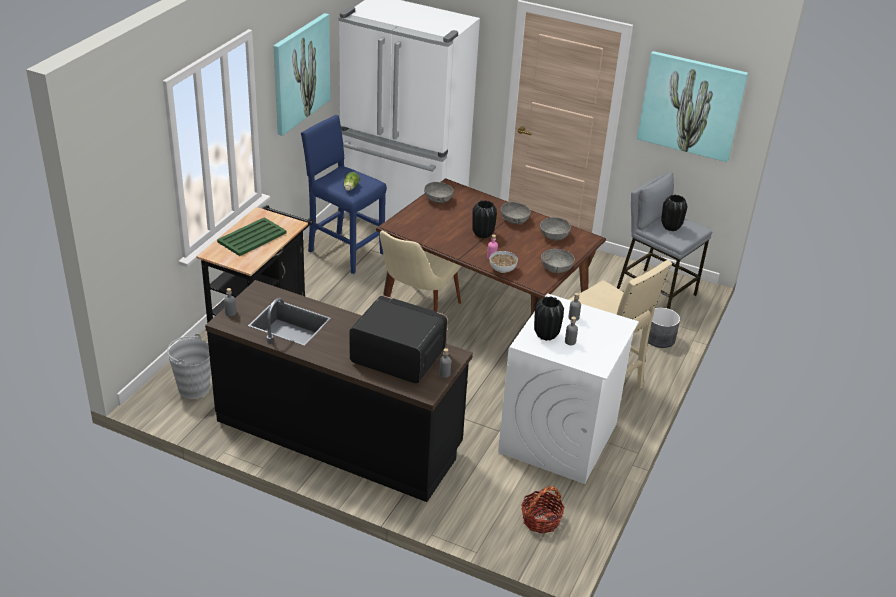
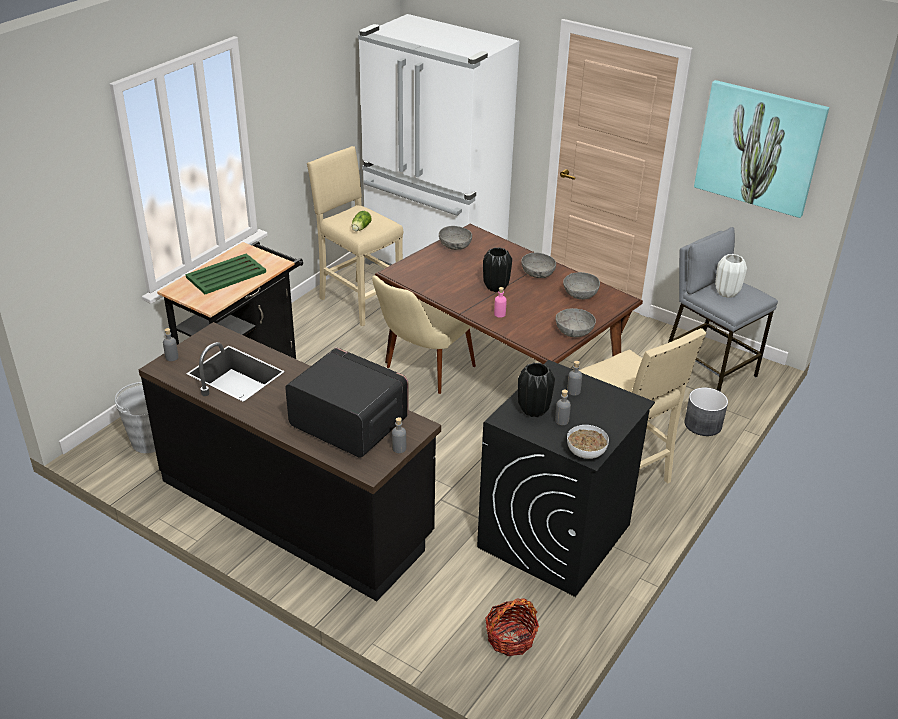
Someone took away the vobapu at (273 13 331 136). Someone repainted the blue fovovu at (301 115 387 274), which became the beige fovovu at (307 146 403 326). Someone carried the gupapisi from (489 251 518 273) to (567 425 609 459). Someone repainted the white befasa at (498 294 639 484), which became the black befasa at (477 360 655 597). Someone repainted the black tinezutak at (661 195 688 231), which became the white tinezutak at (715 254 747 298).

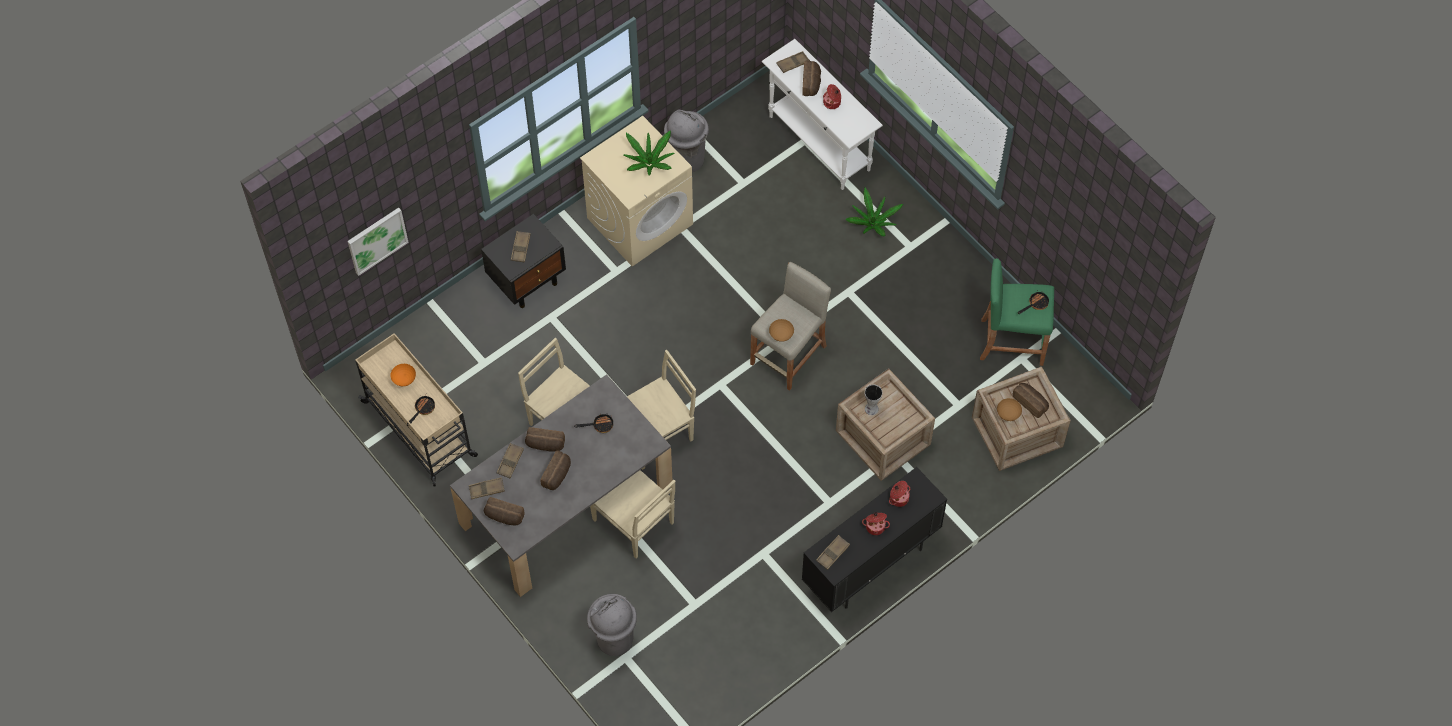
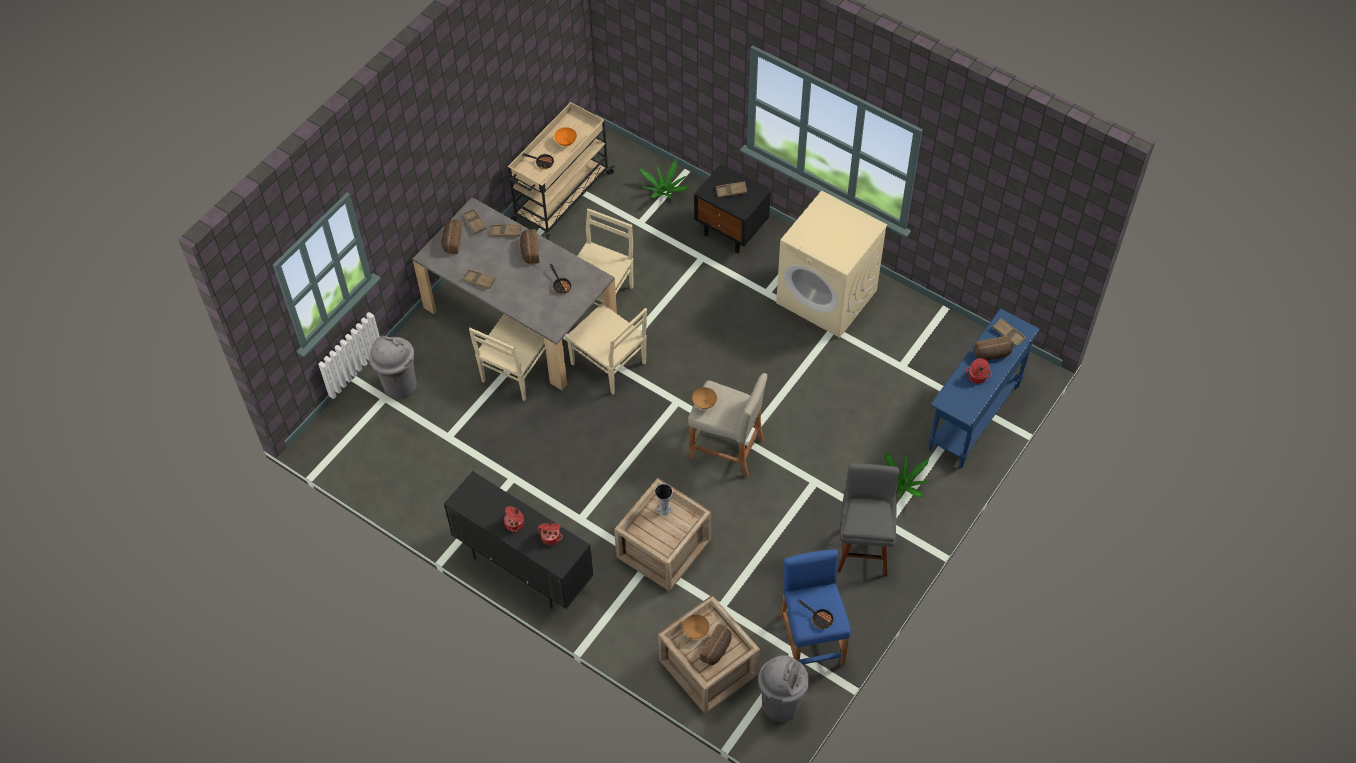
Someone took away the vobapu at (348 207 409 276). Someone took away the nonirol at (540 450 571 490). Someone carried the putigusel from (624 131 674 176) to (639 159 689 199). Someone carried the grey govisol from (664 110 709 172) to (758 655 809 722). Someone repainted the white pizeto at (762 39 883 190), which became the blue pizeto at (929 308 1040 468). Someone carried the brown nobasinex from (816 535 850 570) to (462 269 496 289). Someone repainted the green fovovu at (980 258 1054 366), which became the blue fovovu at (780 549 851 666). Someone put down the grey fovovu at (837 463 899 577).

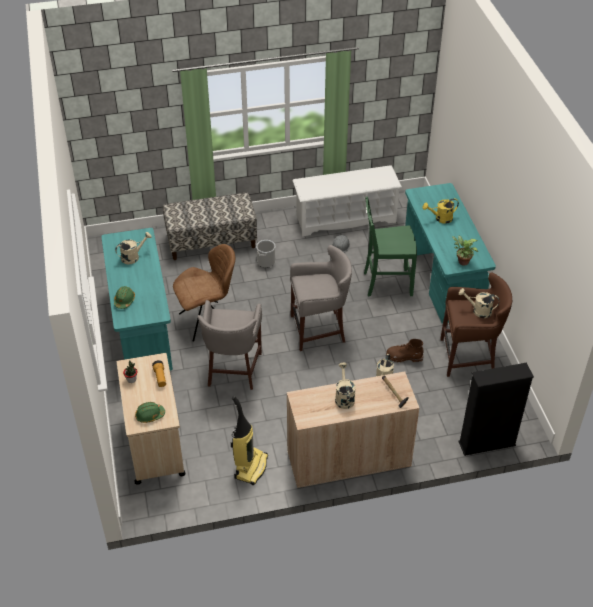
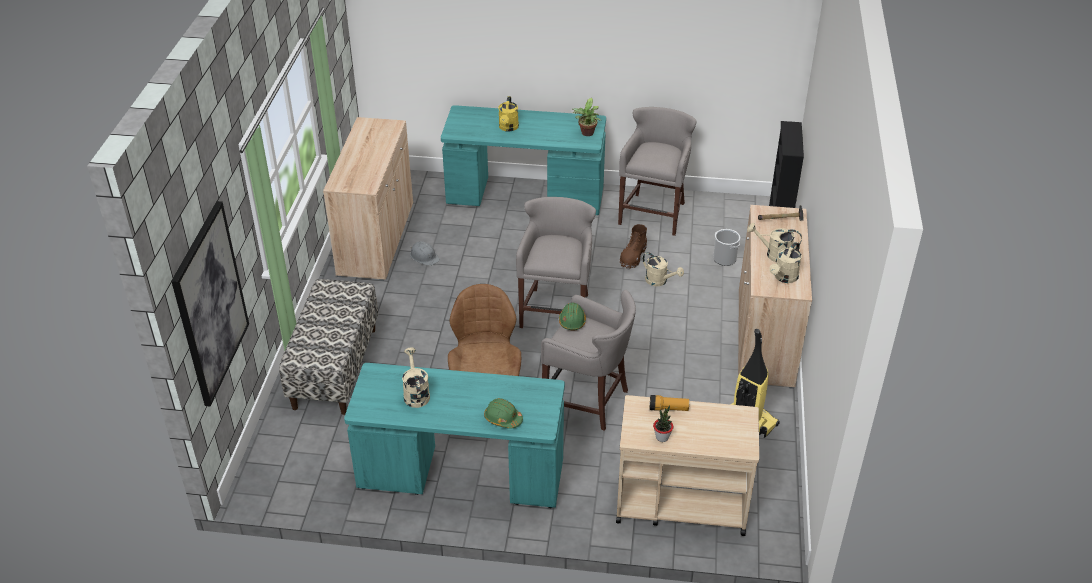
Someone carried the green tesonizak from (135 402 165 423) to (559 303 586 331). Someone carried the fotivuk from (256 240 275 268) to (713 229 740 266). Someone swapped the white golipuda at (292 165 402 237) for the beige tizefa at (323 117 413 281). Someone took away the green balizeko at (364 197 417 296). Someone repainted the brown fovovu at (440 272 512 377), which became the grey fovovu at (618 107 697 236). Someone carried the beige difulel from (459 288 499 318) to (769 242 802 283). Someone put up the vobapu at (171 201 249 407).

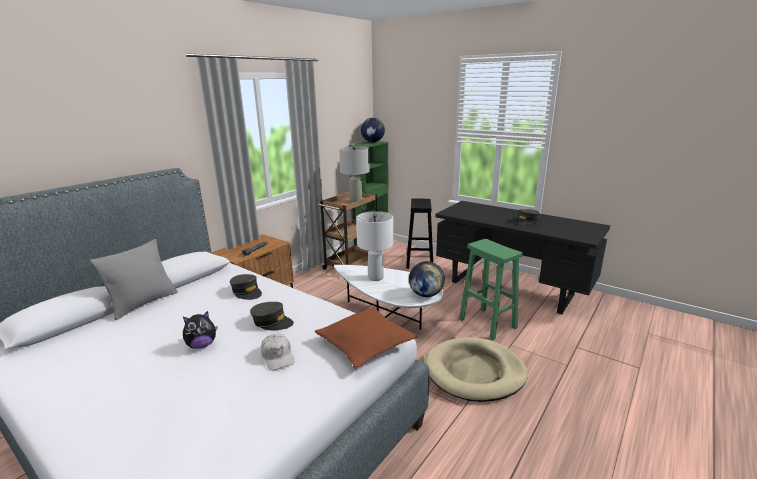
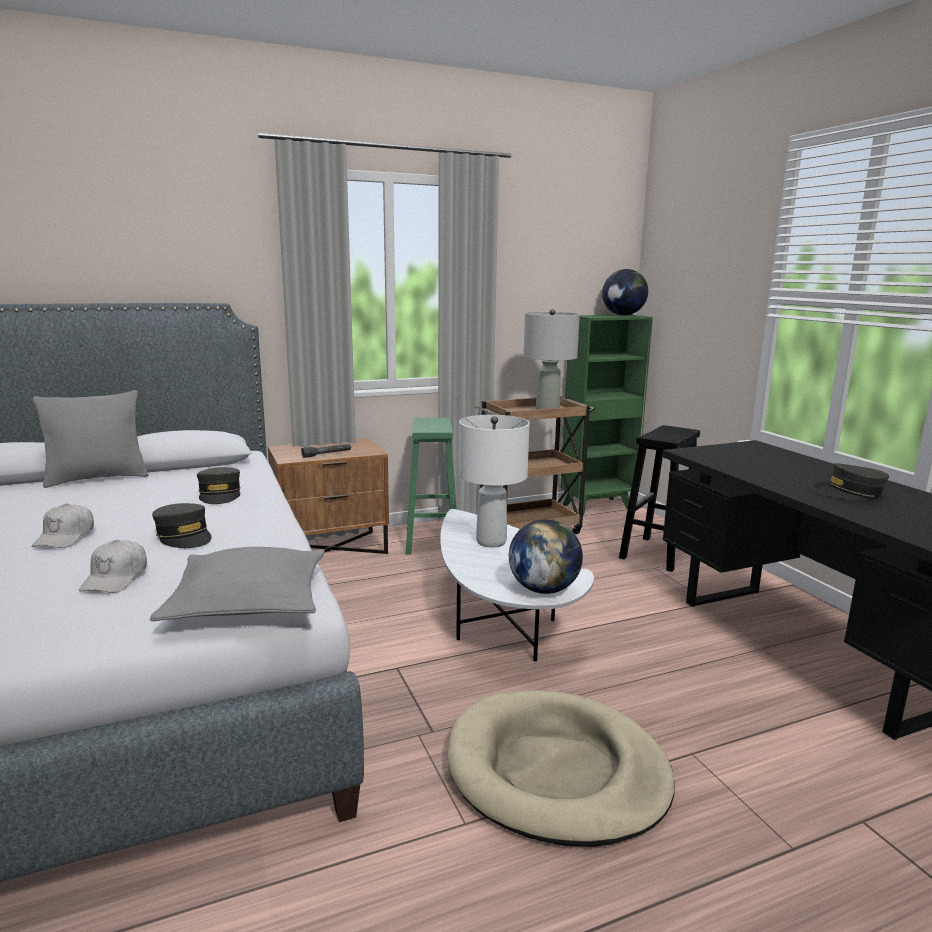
Someone swapped the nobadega at (183 311 218 349) for the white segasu at (31 503 94 548). Someone repainted the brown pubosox at (315 307 418 369), which became the grey pubosox at (150 547 325 621). Someone carried the green fovovu from (459 239 523 340) to (405 418 457 554).

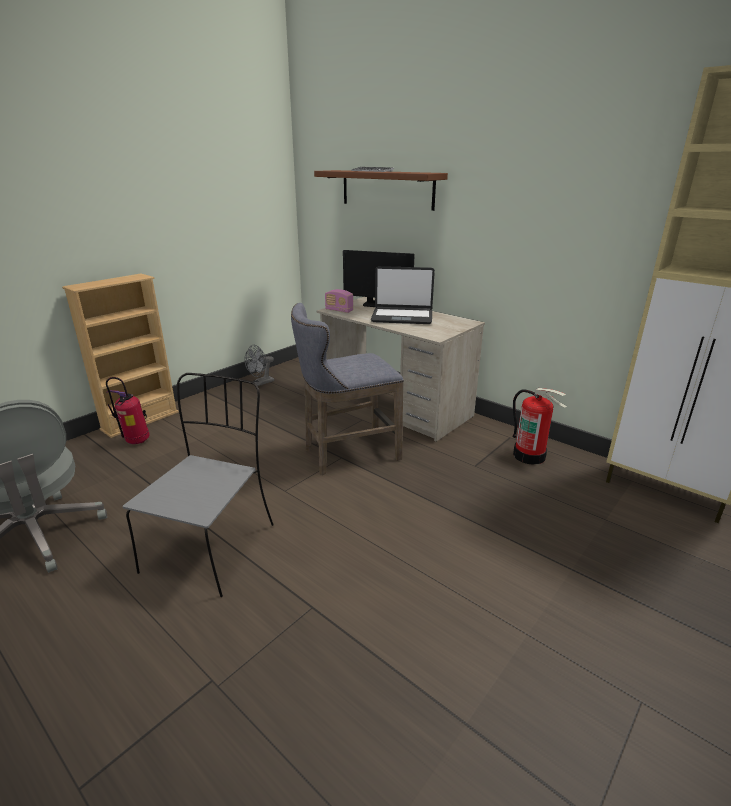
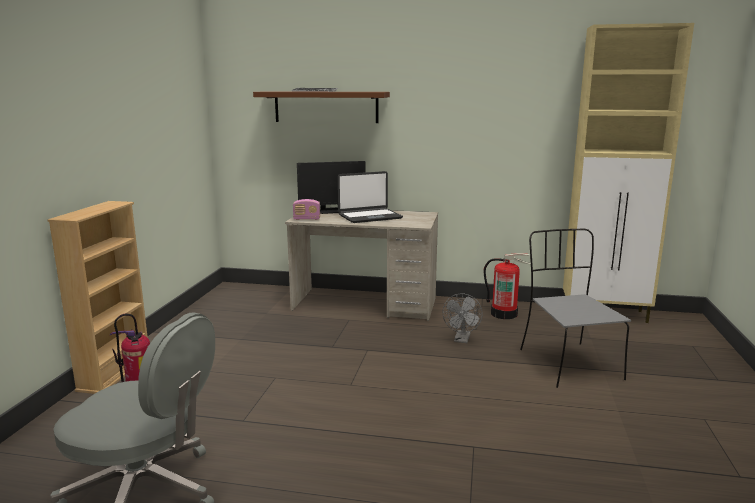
Someone carried the grey balizeko from (123 373 274 597) to (520 229 631 388). Someone carried the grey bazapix from (245 345 274 386) to (443 294 483 343). Someone took away the grey fovovu at (291 303 404 475).

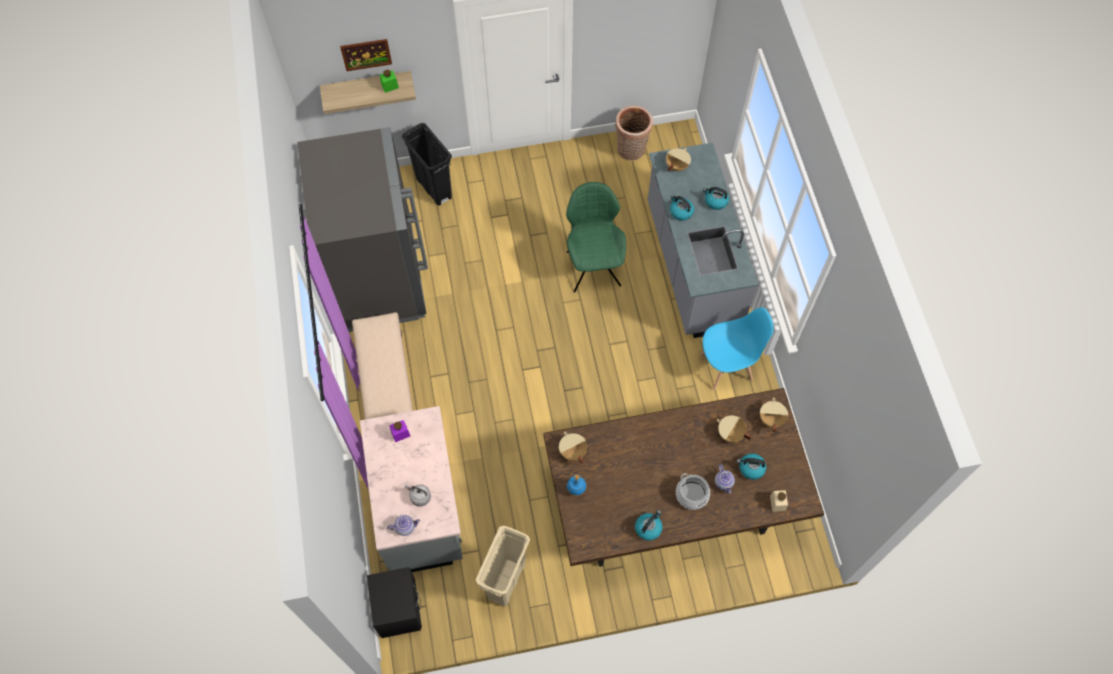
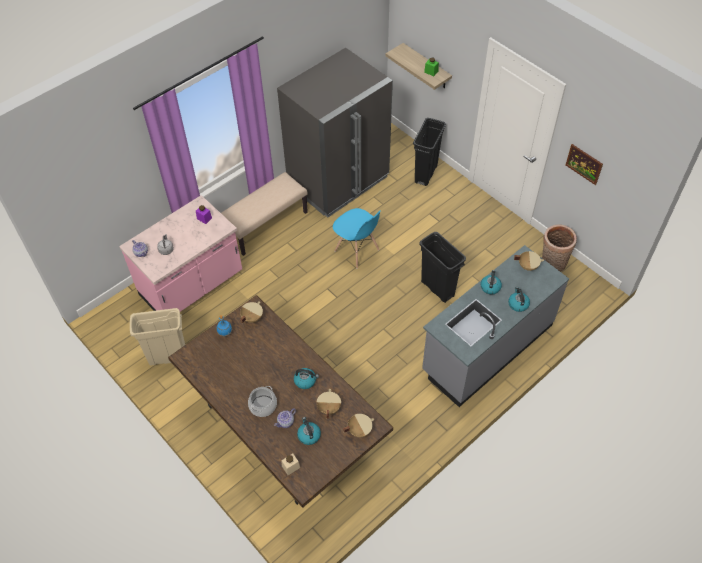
Someone carried the vobapu from (340 39 392 71) to (566 144 603 185). Someone repainted the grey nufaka at (360 406 463 572), which became the pink nufaka at (119 195 242 312). Someone took away the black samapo at (367 567 422 638). Someone swapped the green balizeko at (566 182 626 293) for the black govisol at (419 232 466 303). Someone carried the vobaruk from (635 510 662 540) to (294 368 319 389). Someone carried the blue balizeko from (700 307 774 390) to (333 208 381 269).

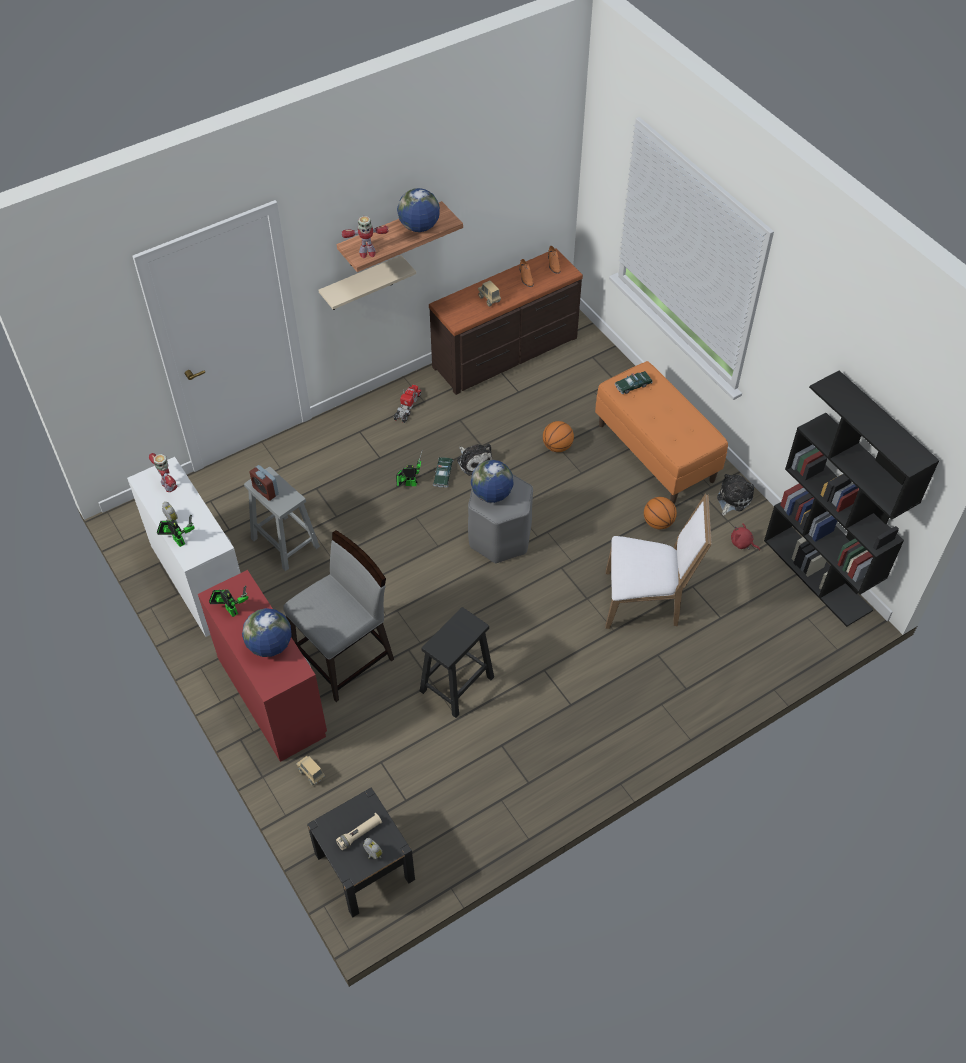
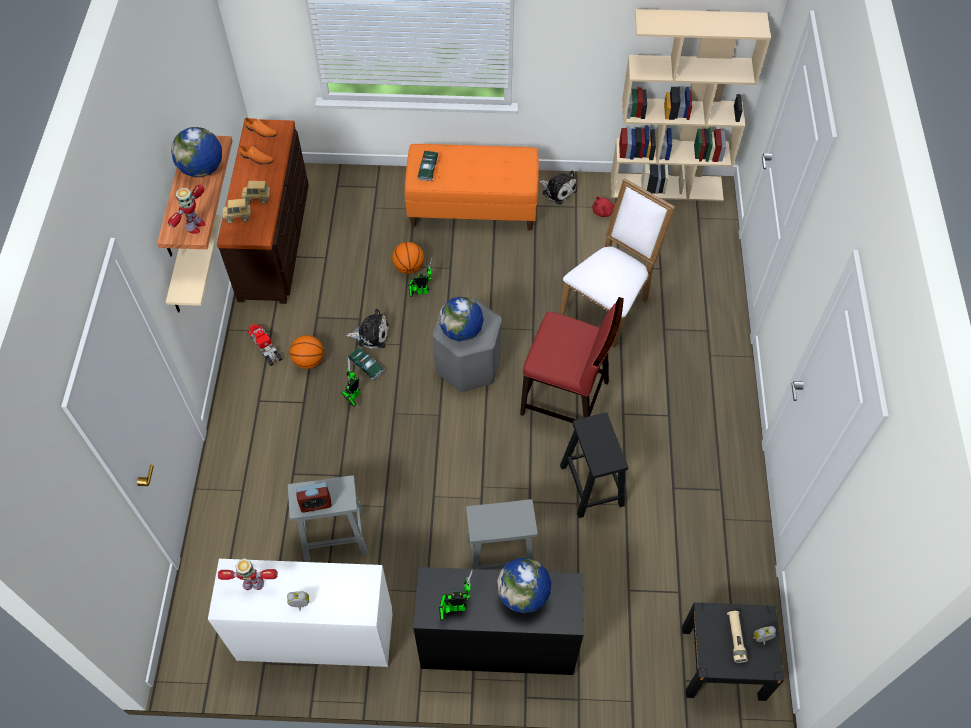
Someone carried the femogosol from (157 515 194 547) to (408 257 432 297). Someone repainted the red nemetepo at (198 570 327 762), which became the black nemetepo at (413 567 584 675). Someone swapped the grey balizeko at (283 530 394 702) for the grey fovovu at (466 499 538 570). Someone carried the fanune from (297 756 325 786) to (222 199 251 223). Someone carried the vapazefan from (644 497 677 529) to (290 335 324 369). Someone rotated the nobadega at (717 474 754 516) by 150 degrees clockwise. Someone repainted the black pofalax at (764 370 940 627), which became the beige pofalax at (611 9 771 201). Someone put down the red balizeko at (520 297 624 423).

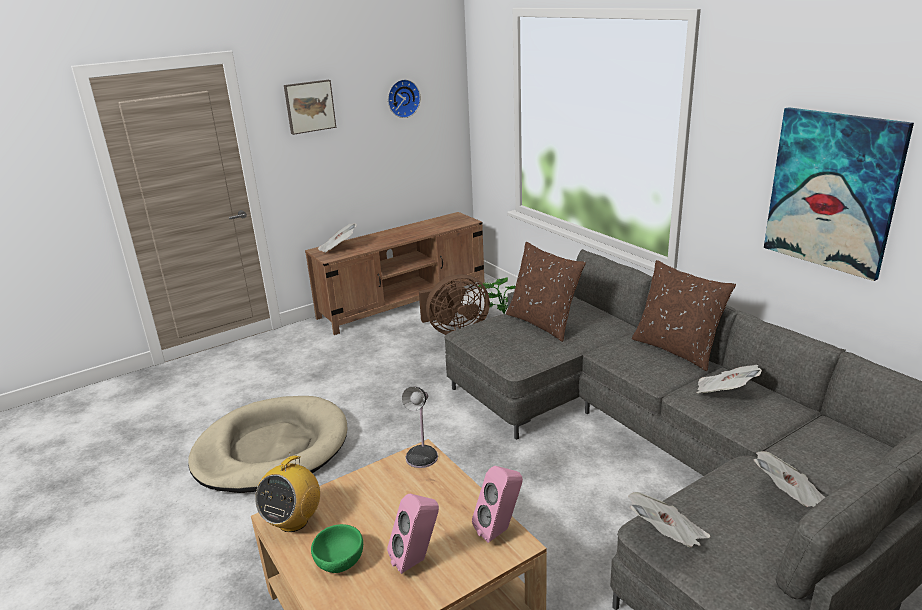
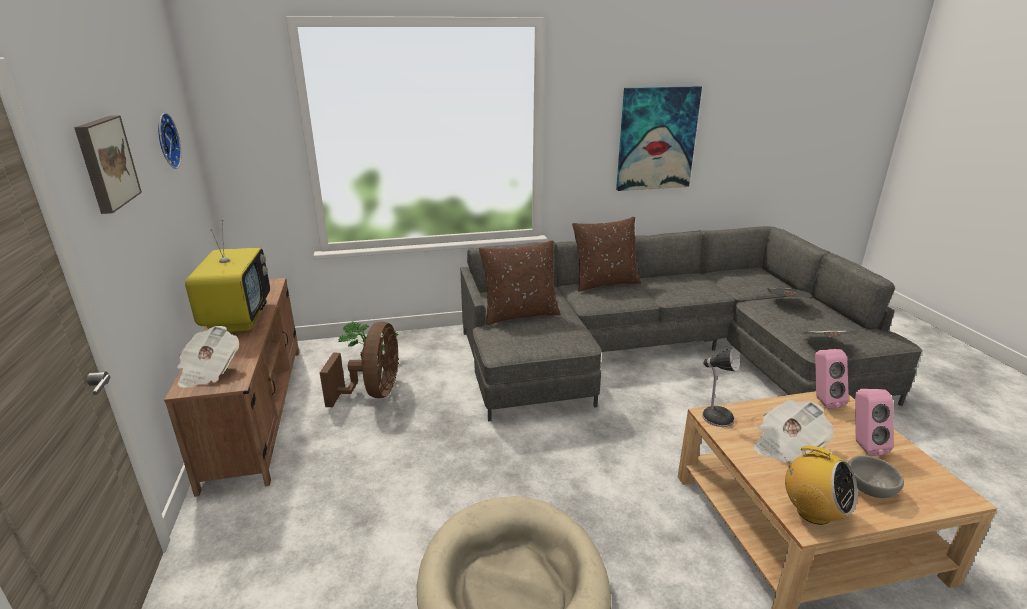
Someone repainted the green gupapisi at (311 524 363 573), which became the grey gupapisi at (848 455 904 498). Someone carried the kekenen from (696 365 762 393) to (753 400 834 464). Someone put down the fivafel at (185 220 270 332).

